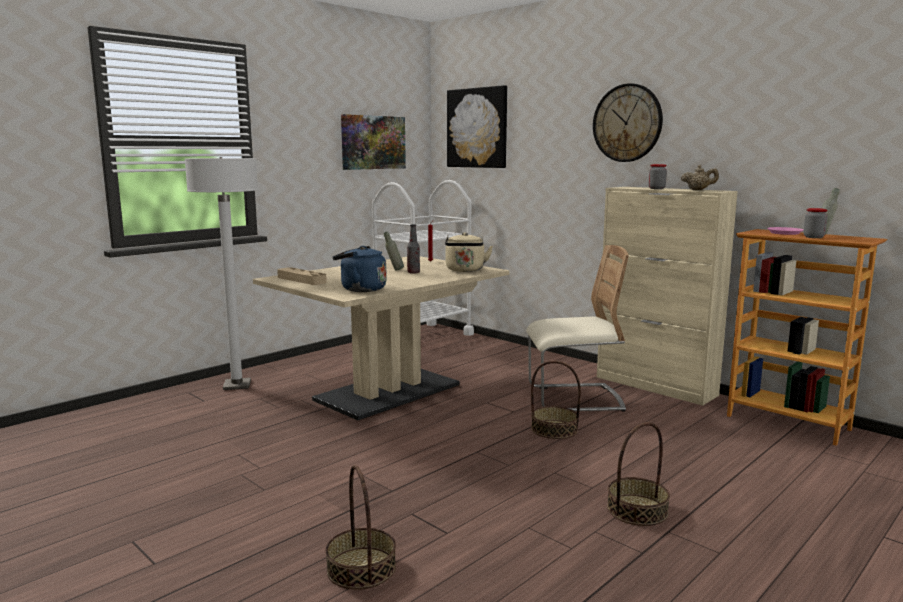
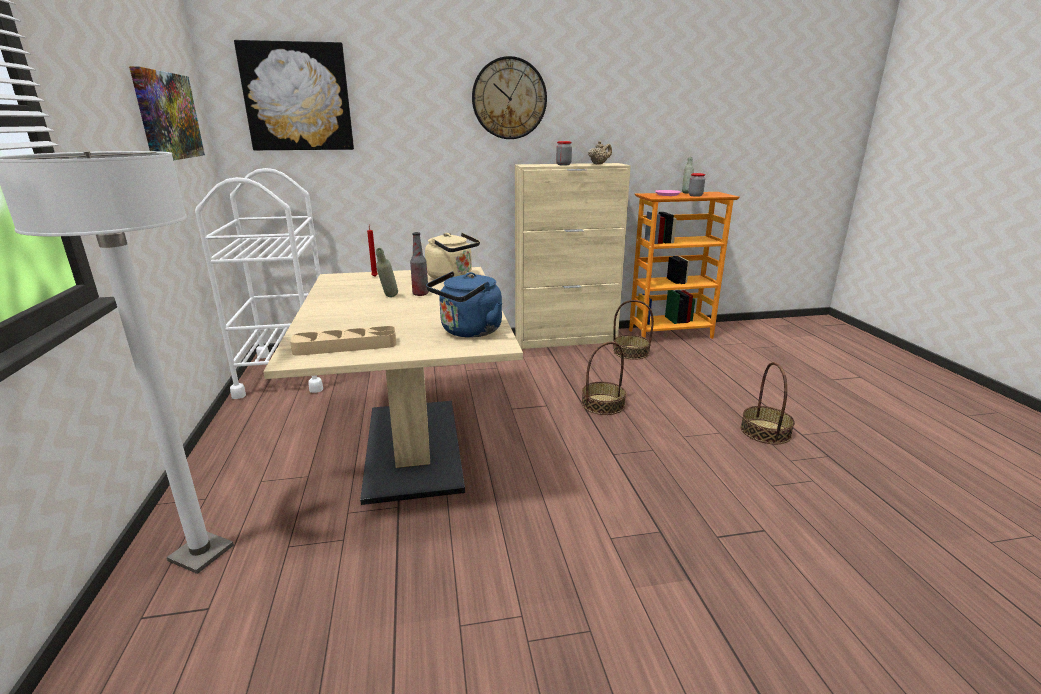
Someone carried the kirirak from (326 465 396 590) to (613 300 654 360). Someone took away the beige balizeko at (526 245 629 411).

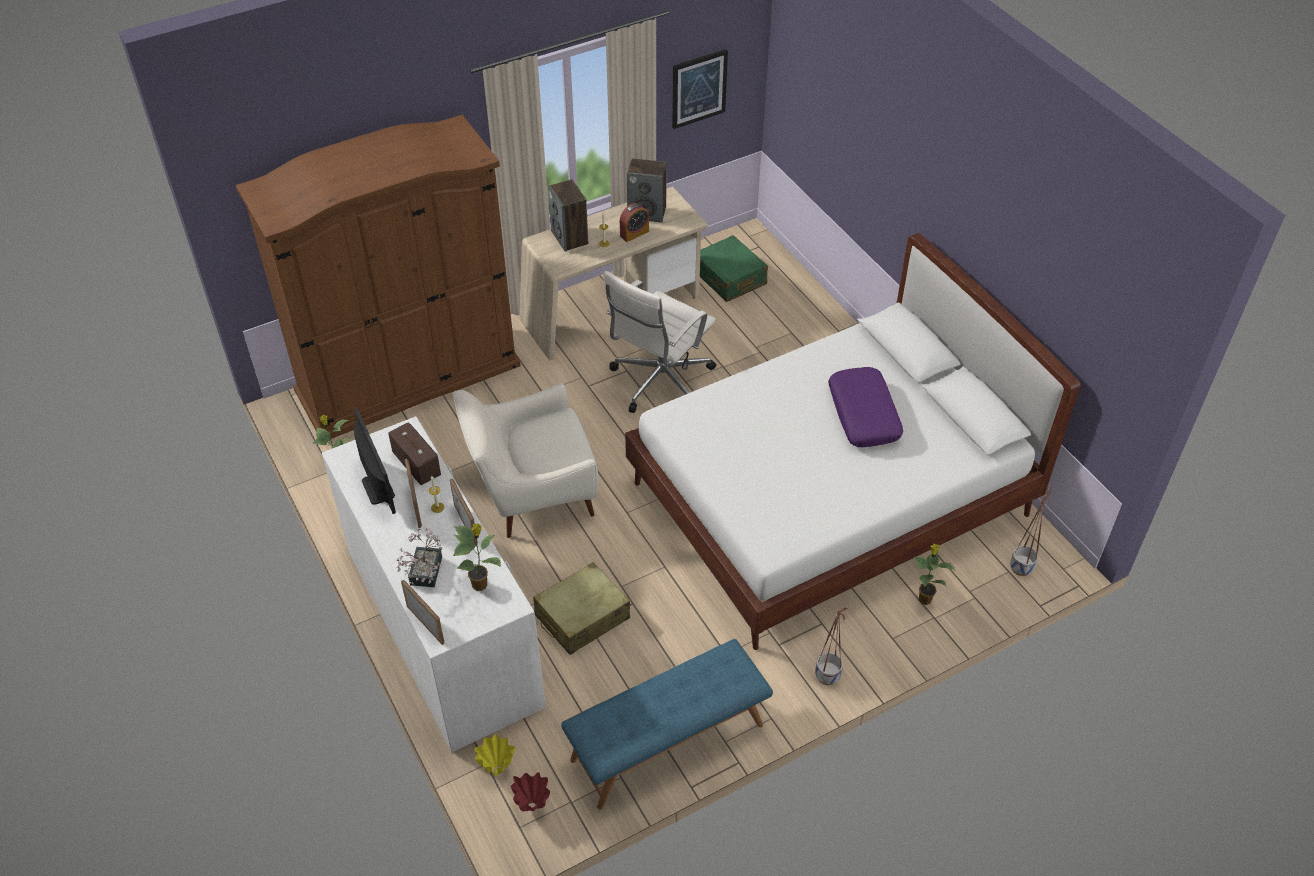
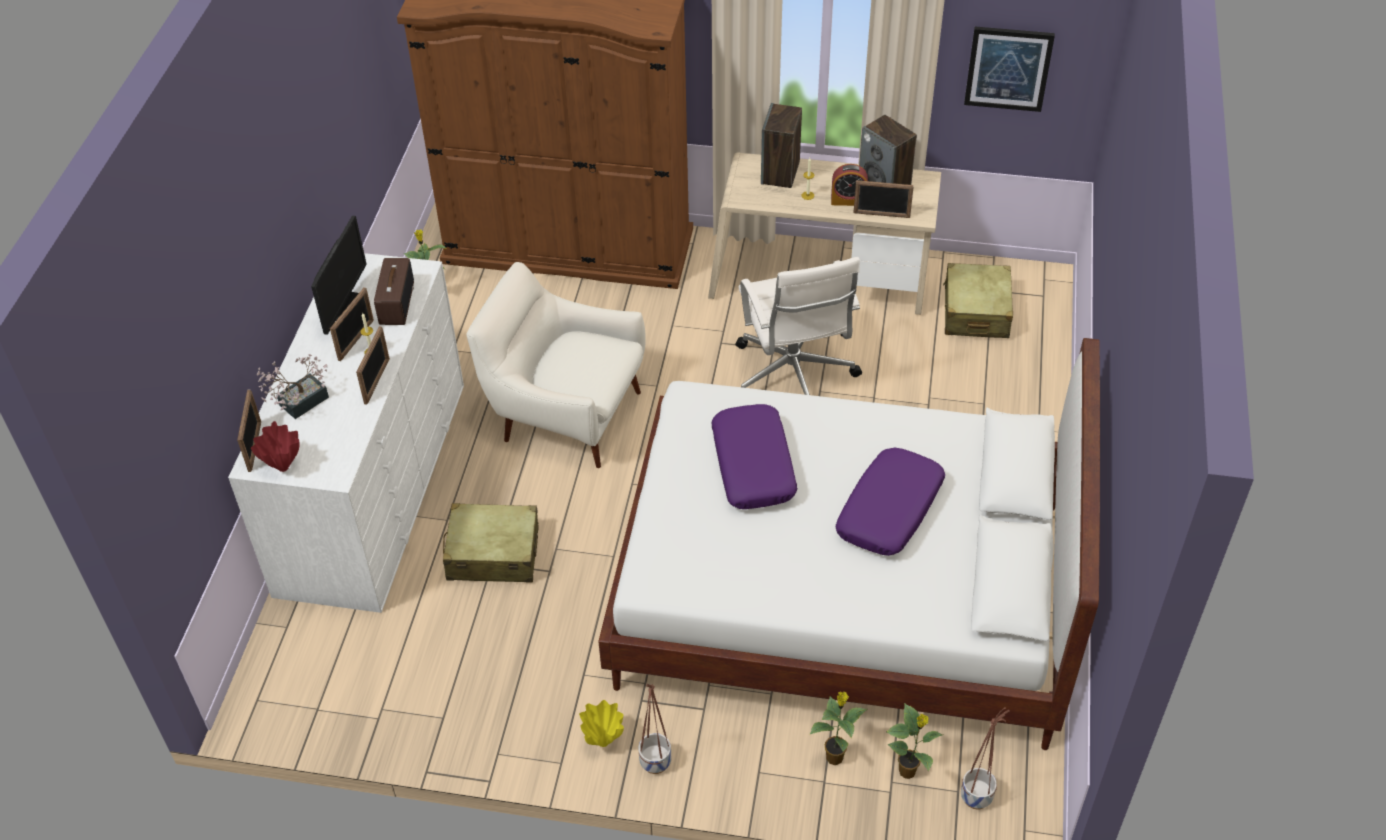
Someone carried the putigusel from (453 524 501 591) to (886 703 943 779). Someone carried the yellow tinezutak from (475 734 515 776) to (579 700 624 747). Someone carried the red tinezutak from (511 772 550 811) to (251 421 300 472). Someone took away the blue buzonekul at (561 639 773 810). Someone rotated the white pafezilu at (603 271 716 413) by 90 degrees counterclockwise. Someone repainted the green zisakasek at (700 235 768 302), which became the beige zisakasek at (943 263 1013 338). Someone put down the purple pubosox at (711 404 797 509). Someone put down the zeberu at (853 180 914 218).

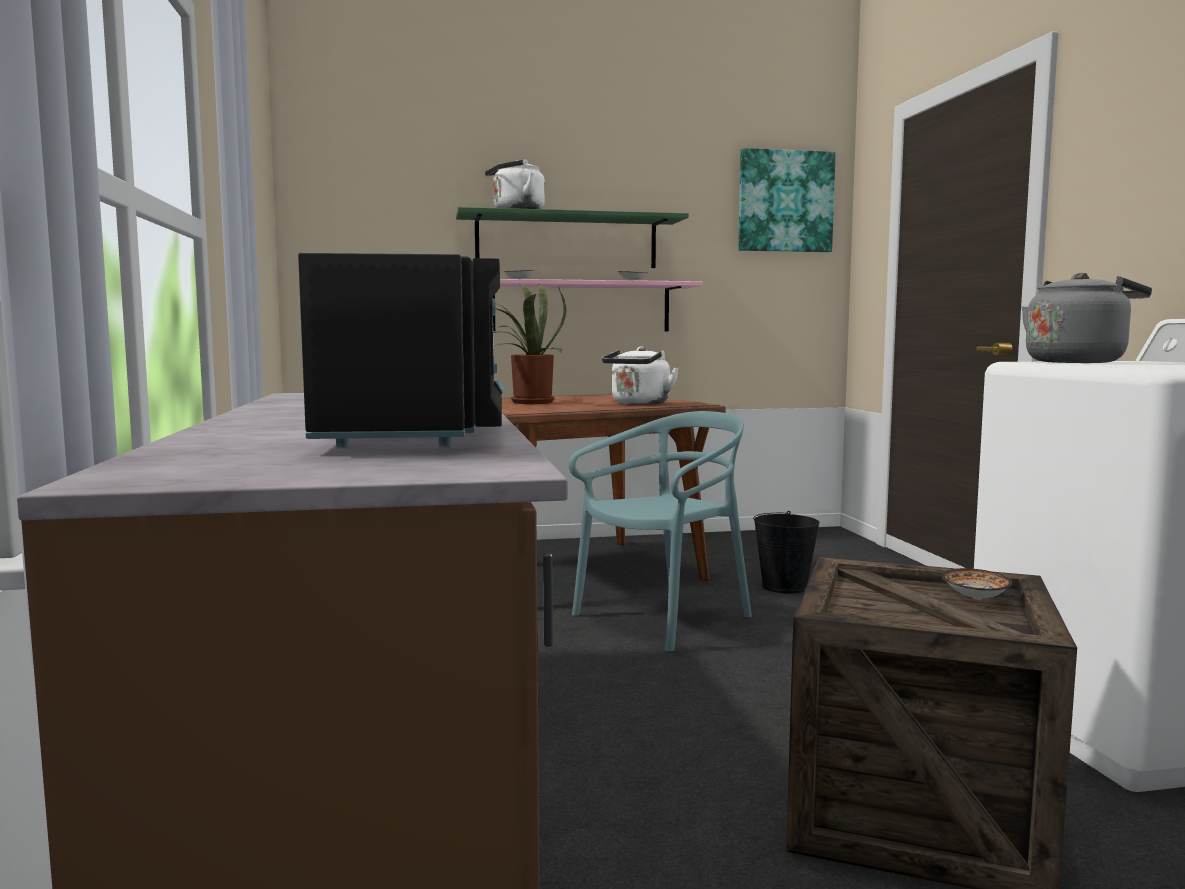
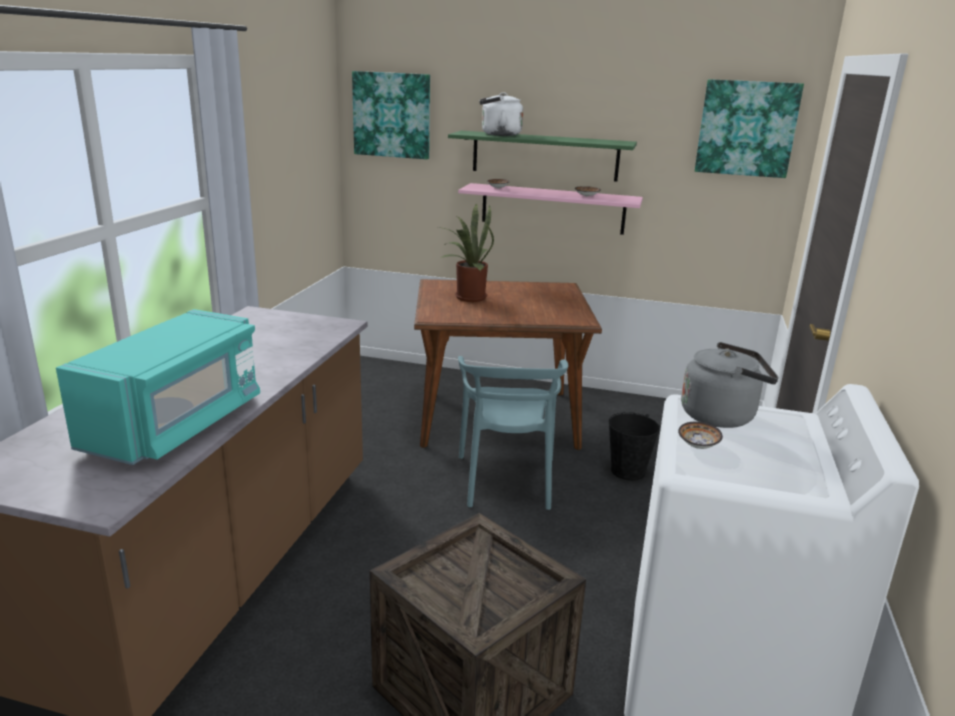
Someone repainted the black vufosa at (298 253 504 448), which became the turquoise vufosa at (56 309 260 465). Someone rotated the turquoise balizeko at (568 411 752 652) by 105 degrees clockwise. Someone took away the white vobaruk at (602 346 679 405). Someone carried the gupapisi from (942 568 1012 599) to (678 421 723 449). Someone put up the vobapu at (352 71 430 159).

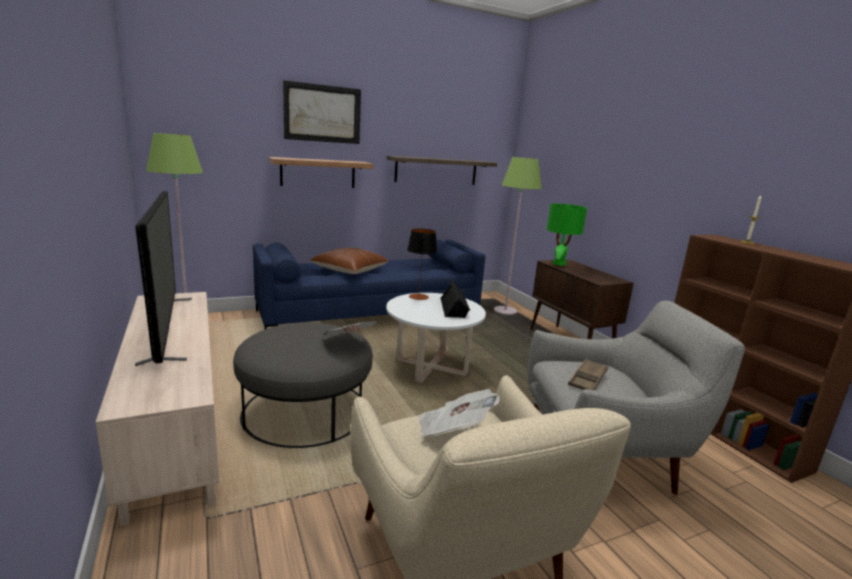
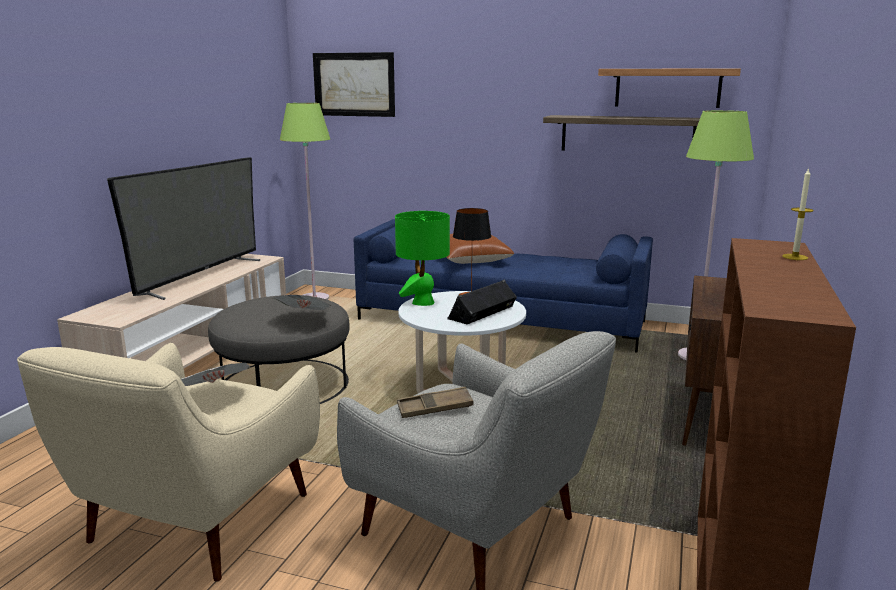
Someone carried the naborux from (269 157 374 188) to (598 68 741 108). Someone carried the vobapu from (283 80 361 144) to (313 52 395 117). Someone carried the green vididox from (547 204 587 266) to (395 211 450 306).

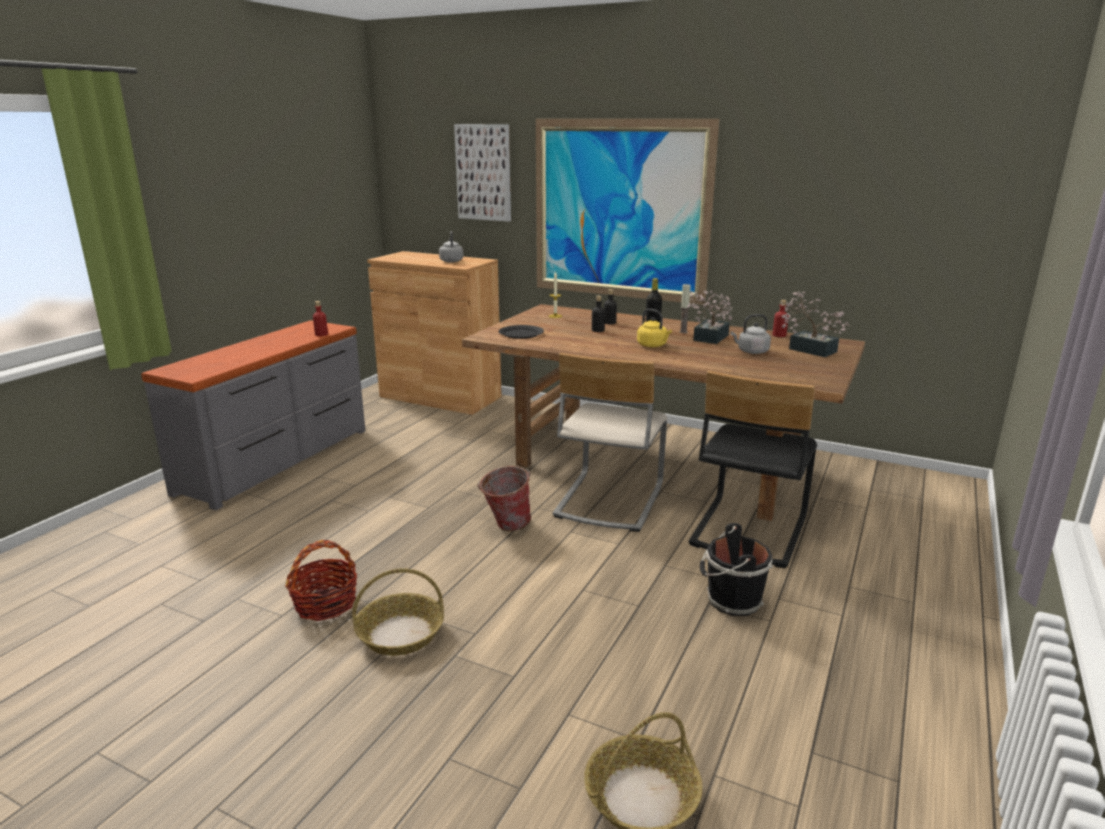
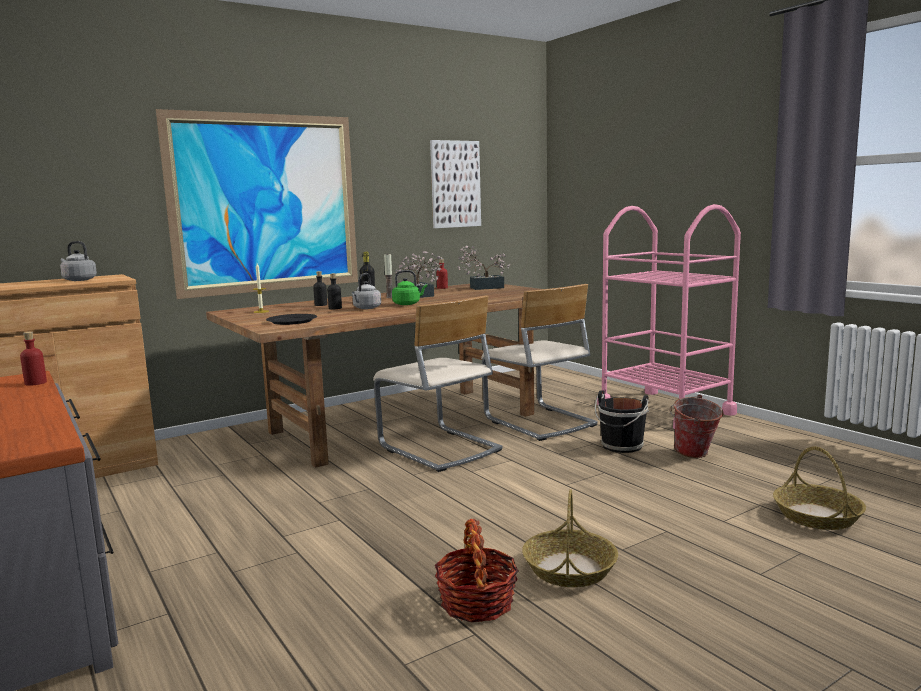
Someone carried the vobapu from (454 124 511 222) to (430 140 481 228). Someone carried the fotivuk from (477 466 531 531) to (670 395 724 458). Someone repainted the yellow vobaruk at (637 309 672 347), which became the green vobaruk at (392 270 427 305). Someone repainted the black balizeko at (689 371 817 568), which became the beige balizeko at (481 284 598 441). Someone carried the grey vobaruk from (731 314 771 354) to (352 273 381 309). Someone put down the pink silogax at (597 204 741 429).

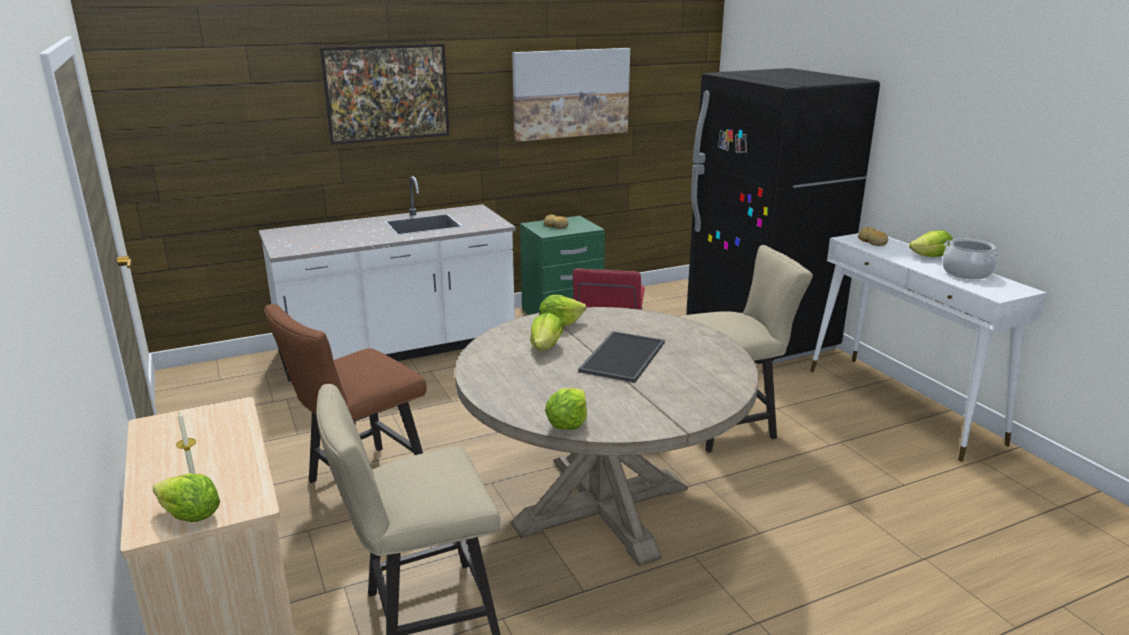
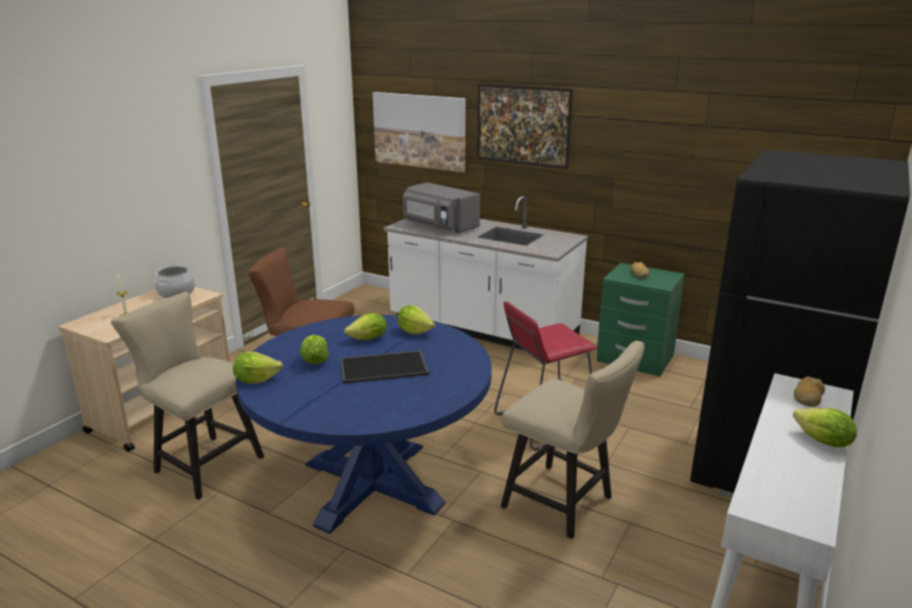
Someone carried the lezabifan from (152 473 220 522) to (300 335 329 364). Someone repainted the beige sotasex at (455 307 759 566), which became the blue sotasex at (236 315 492 534). Someone carried the vobapu from (512 48 630 142) to (373 92 466 173). Someone carried the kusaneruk from (942 238 1000 279) to (154 265 196 298). Someone put down the grey vufosa at (403 182 480 233).

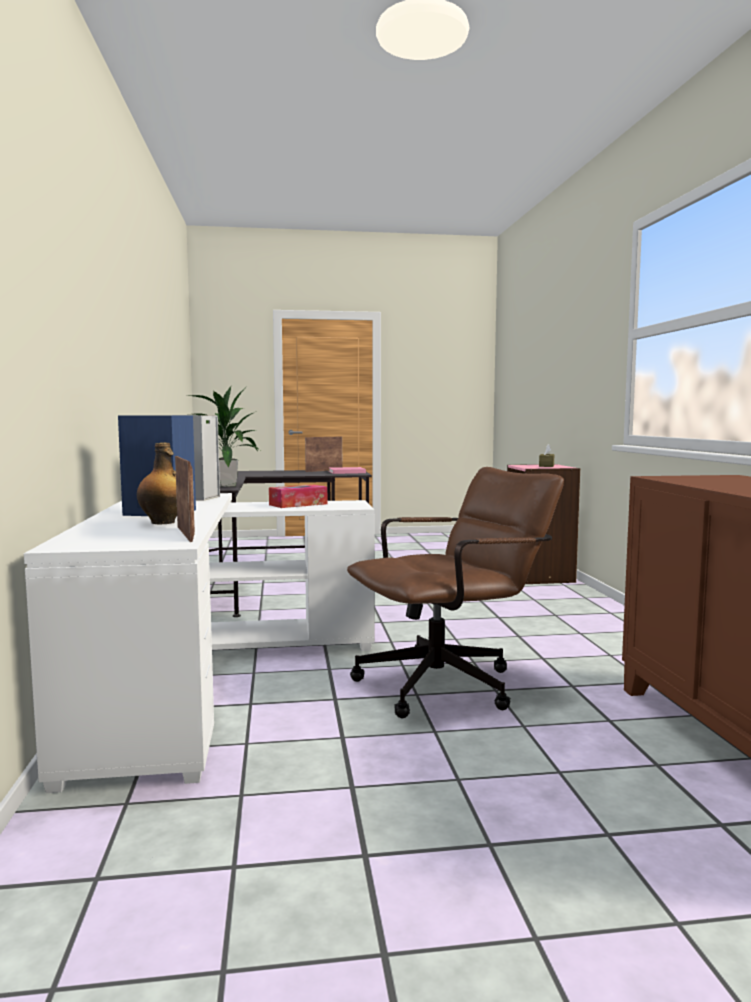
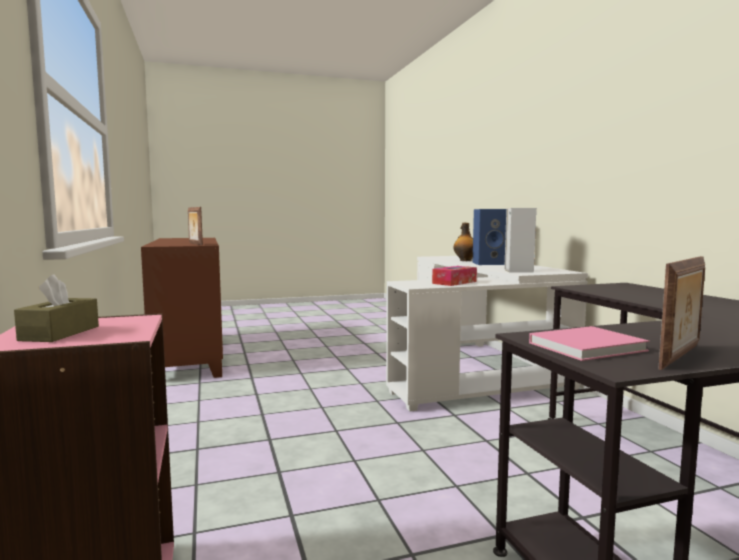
Someone carried the zeberu from (175 456 195 542) to (188 207 203 246). Someone took away the putigusel at (191 386 260 487). Someone took away the brown pafezilu at (347 467 564 718).

